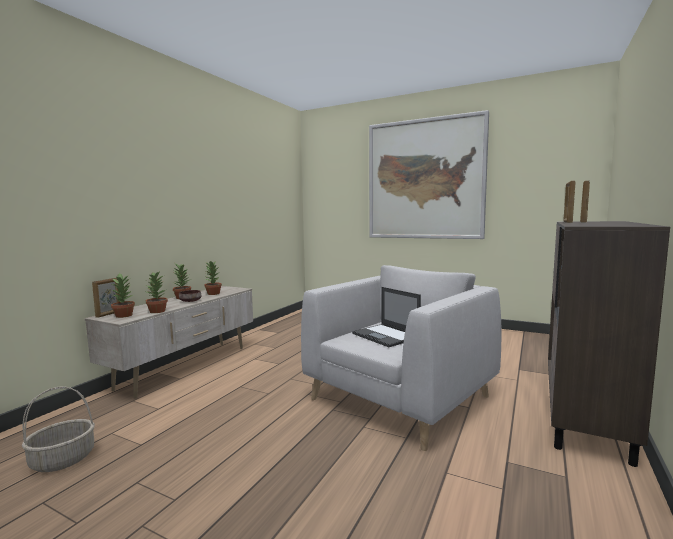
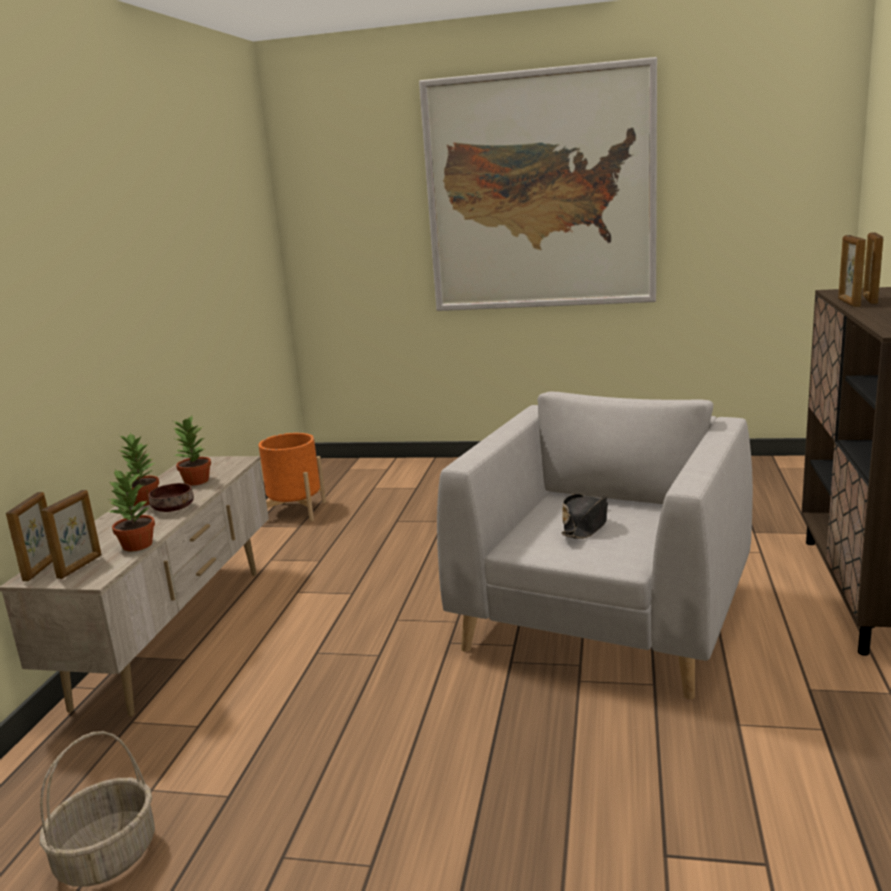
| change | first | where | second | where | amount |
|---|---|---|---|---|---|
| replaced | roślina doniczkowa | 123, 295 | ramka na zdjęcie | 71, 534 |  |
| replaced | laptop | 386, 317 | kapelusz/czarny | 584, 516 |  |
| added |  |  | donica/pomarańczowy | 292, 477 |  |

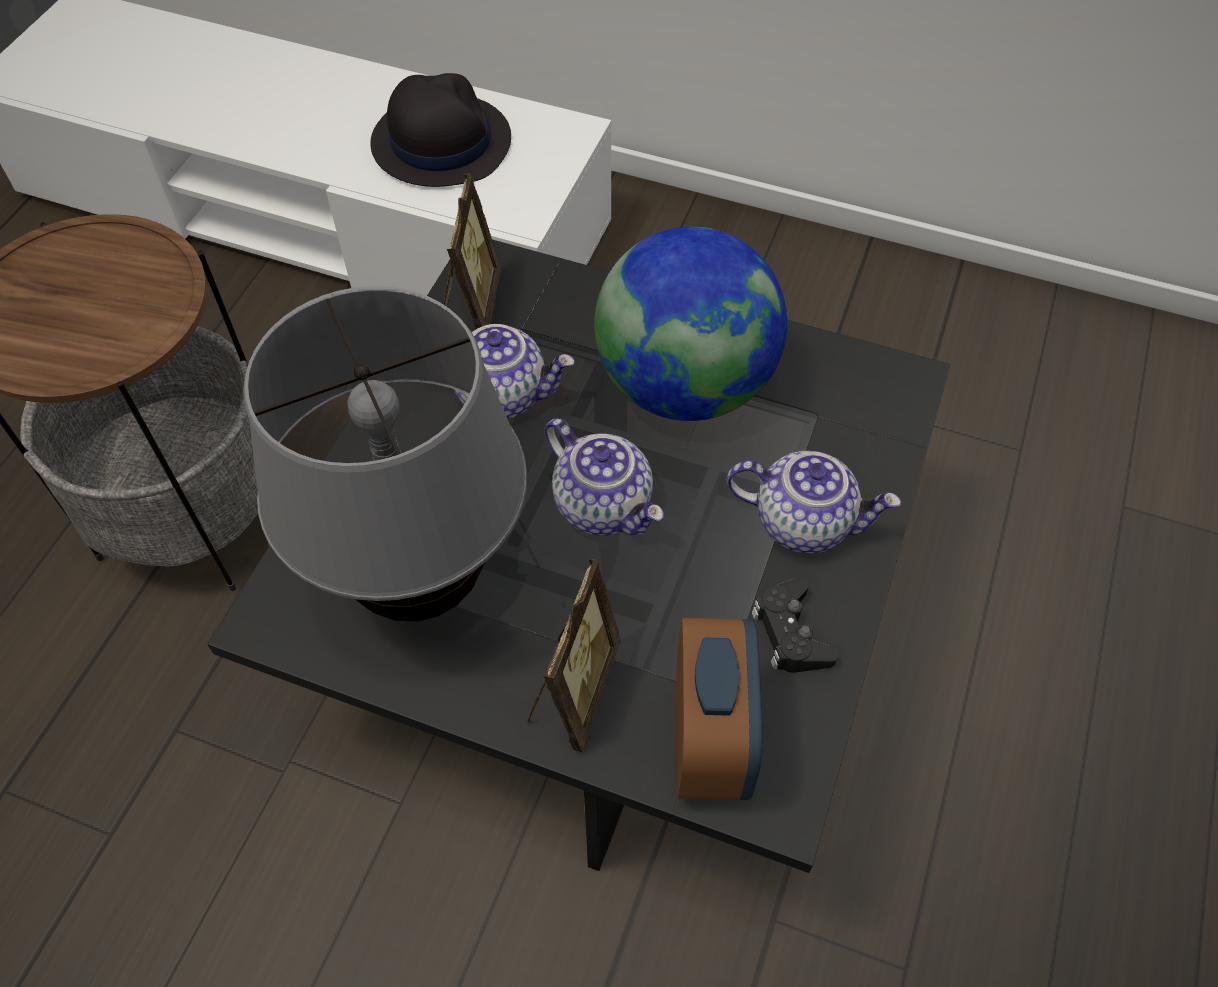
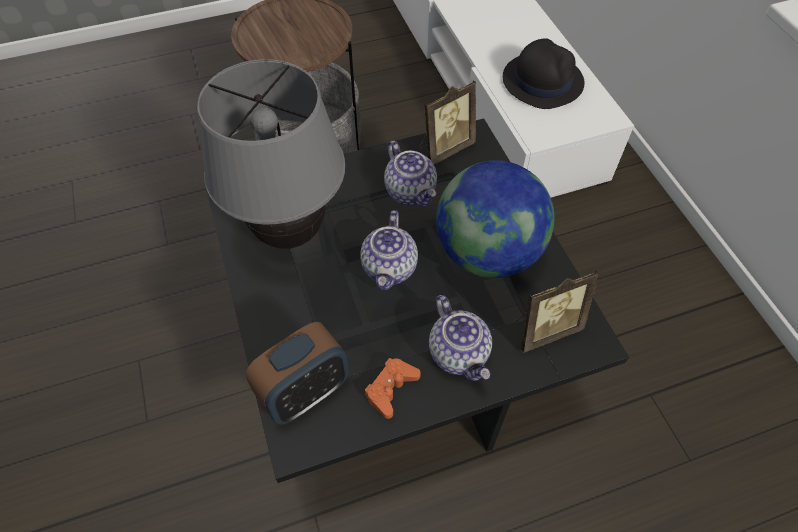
| change | first | where | second | where | amount |
|---|---|---|---|---|---|
| moved | ramka na zdjęcie | 574, 655 |  | 556, 311 |  |
| recoloured | pad do gier/czarny | 795, 625 | pad do gier/pomarańczowy | 393, 388 |  |

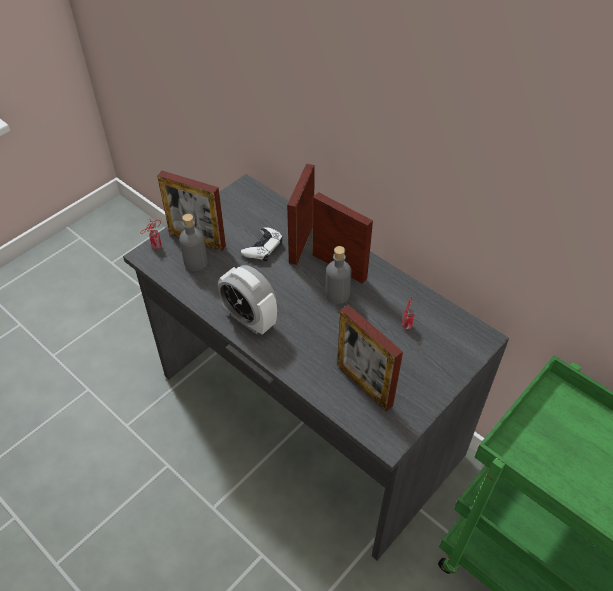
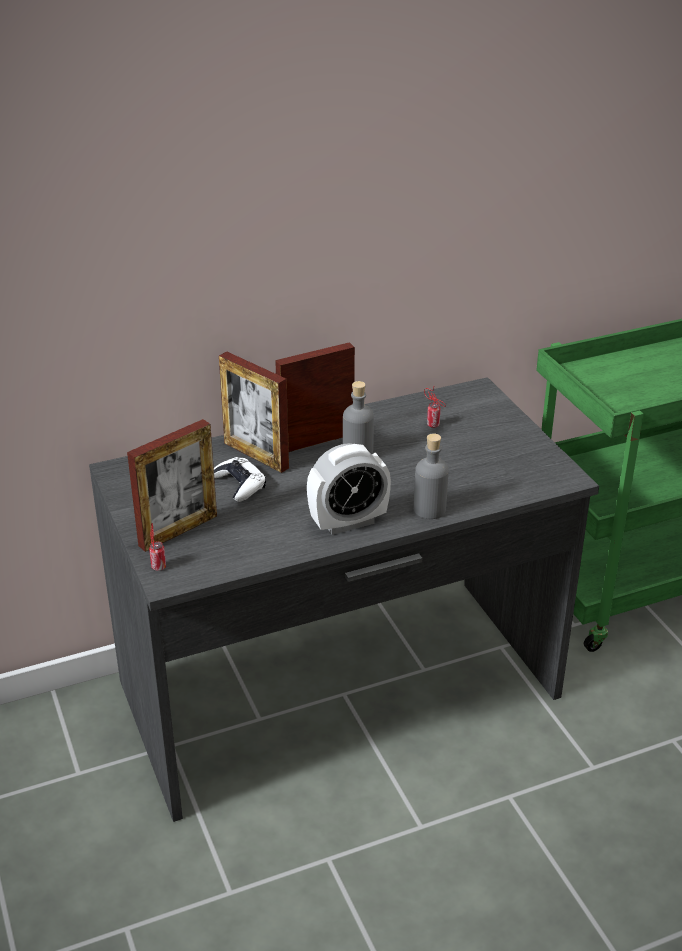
| change | first | where | second | where | amount |
|---|---|---|---|---|---|
| moved | butelka/szary | 193, 242 |  | 431, 476 |  |
| removed | ramka na zdjęcie | 370, 358 |  |  |  |

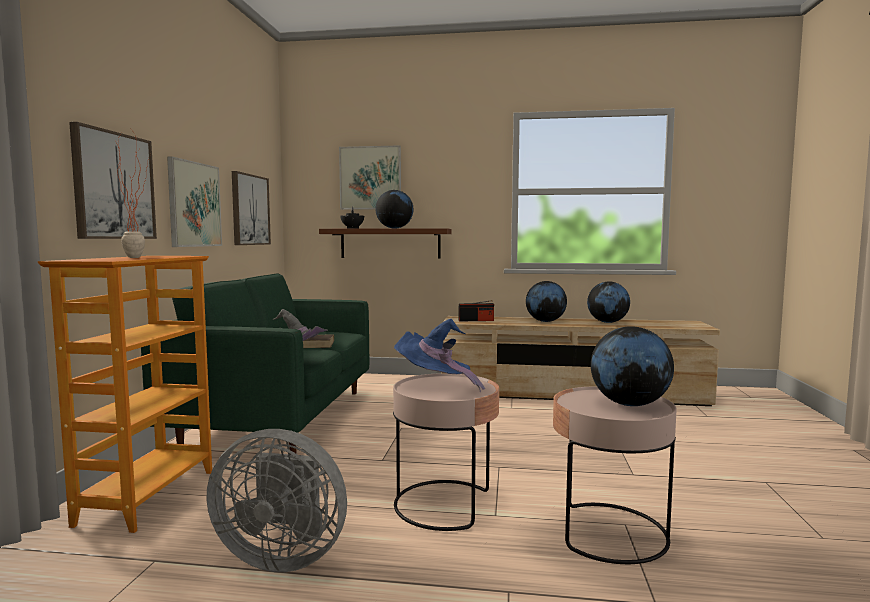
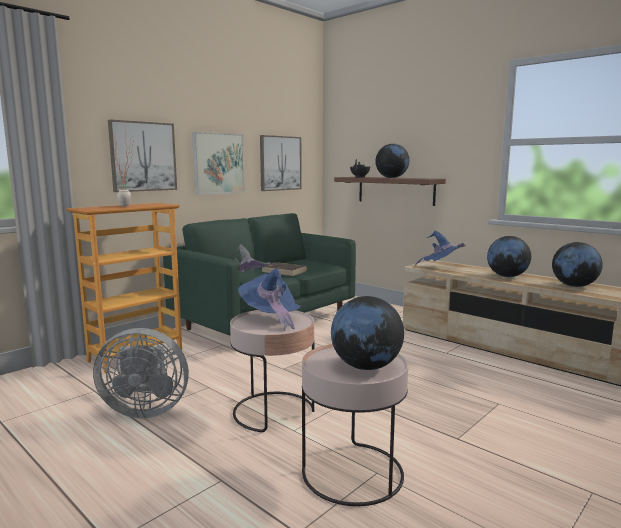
| change | first | where | second | where | amount |
|---|---|---|---|---|---|
| removed | obraz | 370, 177 |  |  |  |
| replaced | radio | 476, 311 | kapelusz/niebieski | 440, 247 |  |
| turned | wentylator/szary | 276, 500 |  | 141, 373 | 45 degrees counterclockwise |

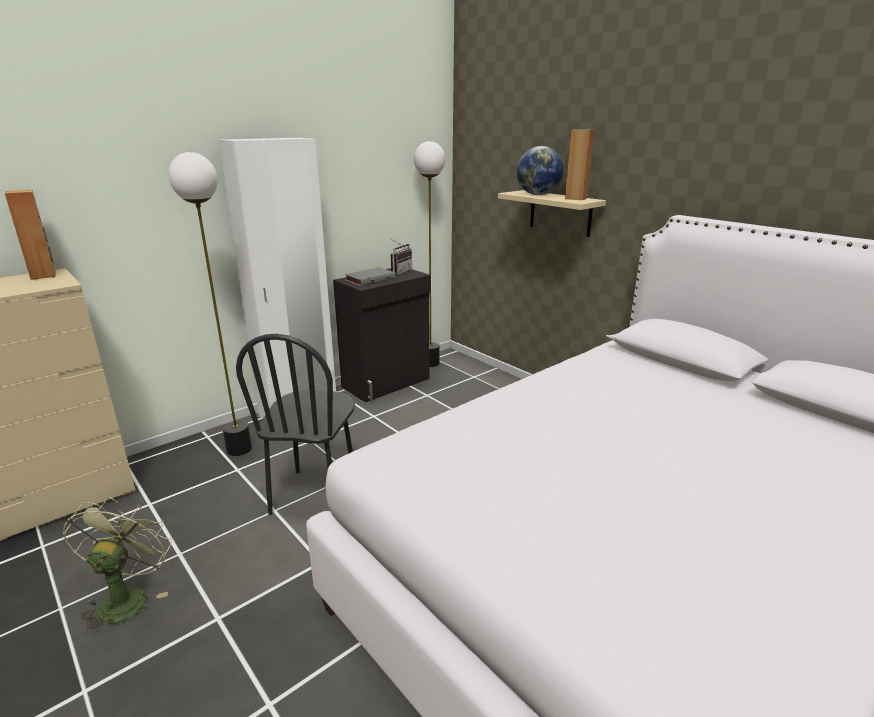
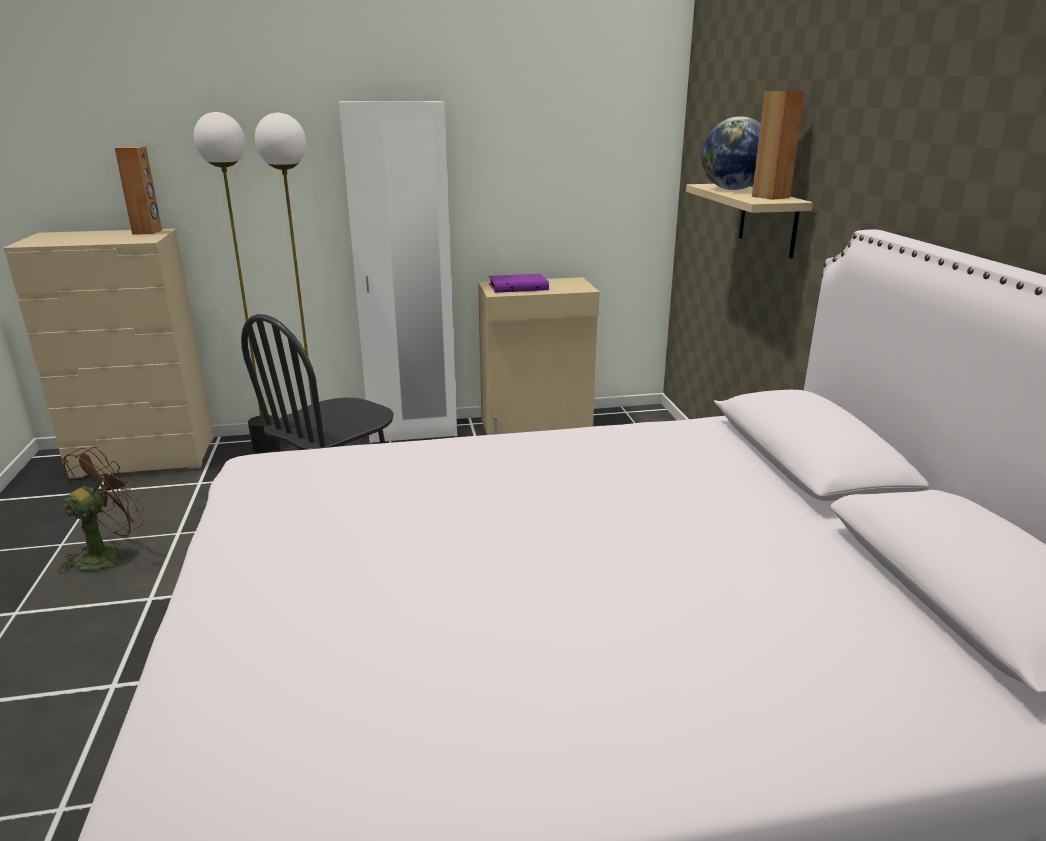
| change | first | where | second | where | amount |
|---|---|---|---|---|---|
| moved | lampa stojąca | 429, 254 |  | 234, 282 |  |
| removed | radio | 401, 257 |  |  |  |
| recoloured | książka/szary | 370, 276 | książka/fioletowy | 519, 283 |  |
| recoloured | szafka/czarny | 382, 335 | szafka/beżowy | 539, 356 |  |
| recoloured | wentylator/zielony | 117, 566 | wentylator/brązowy | 101, 510 |  |

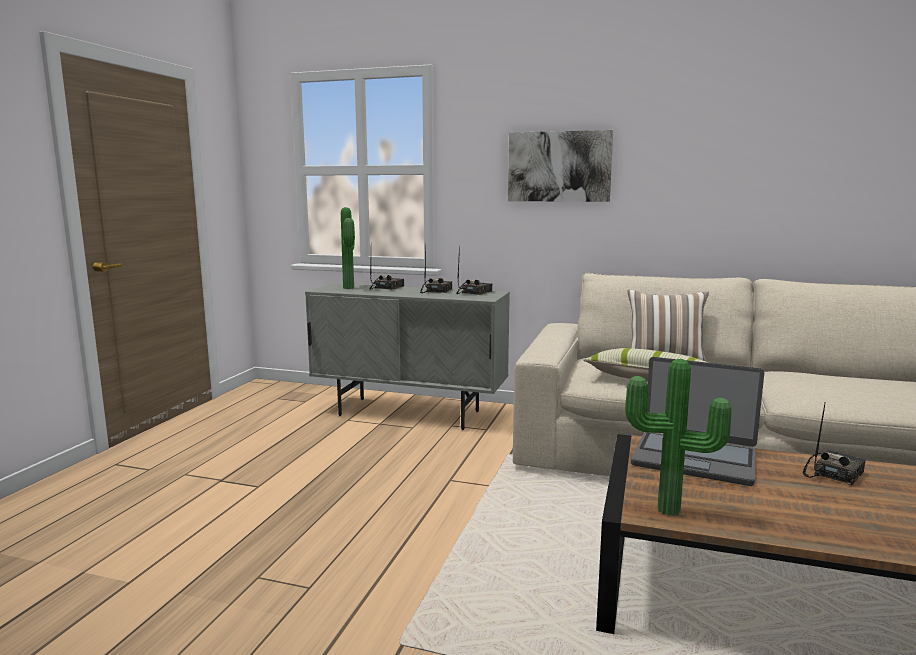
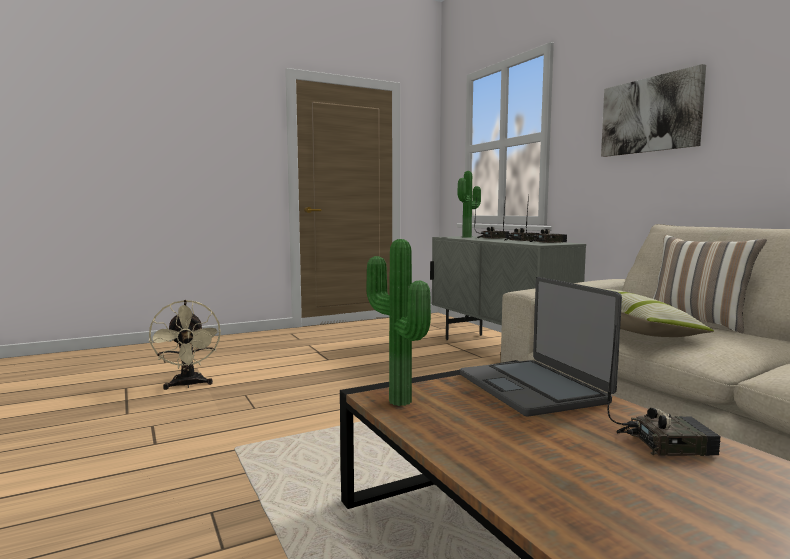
| change | first | where | second | where | amount |
|---|---|---|---|---|---|
| added |  |  | wentylator/beżowy | 185, 345 |  |

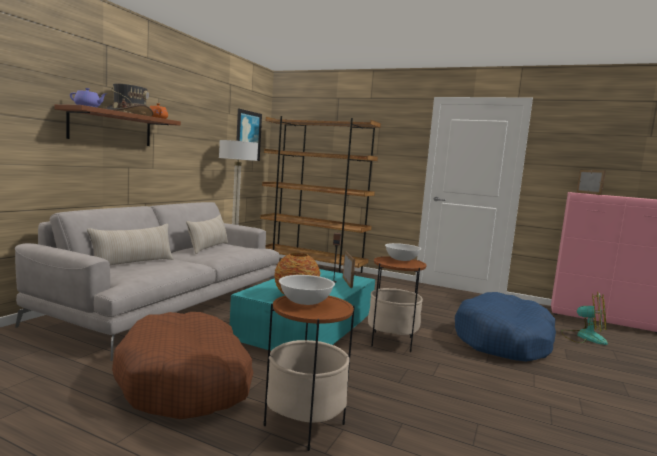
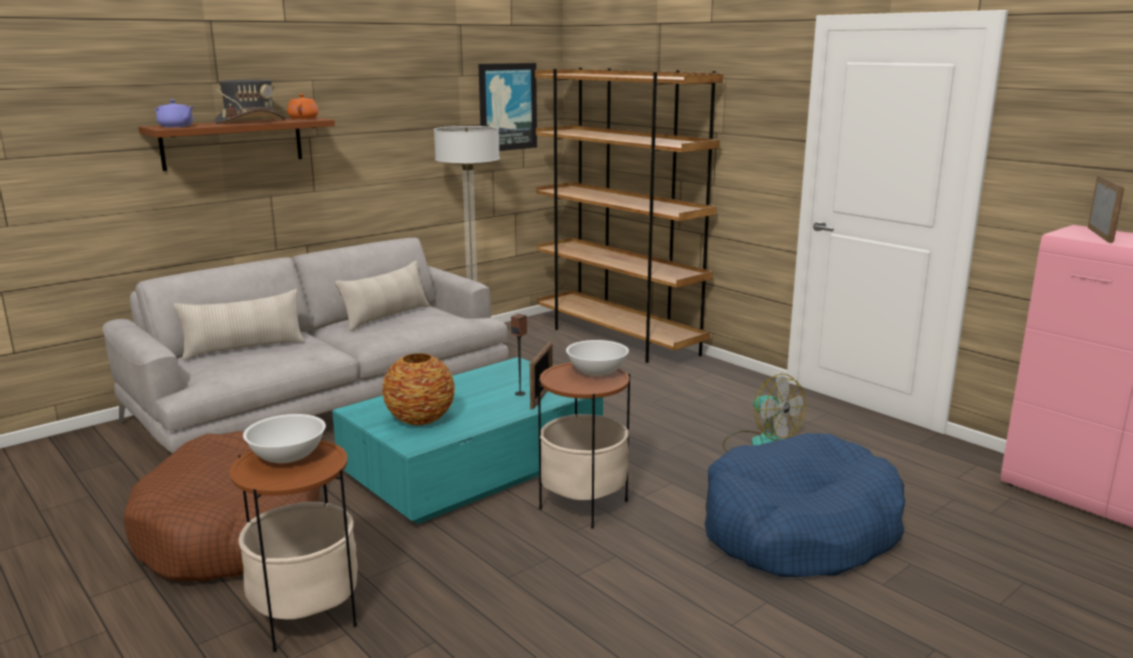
| change | first | where | second | where | amount |
|---|---|---|---|---|---|
| moved | wentylator | 584, 318 |  | 764, 413 |  |

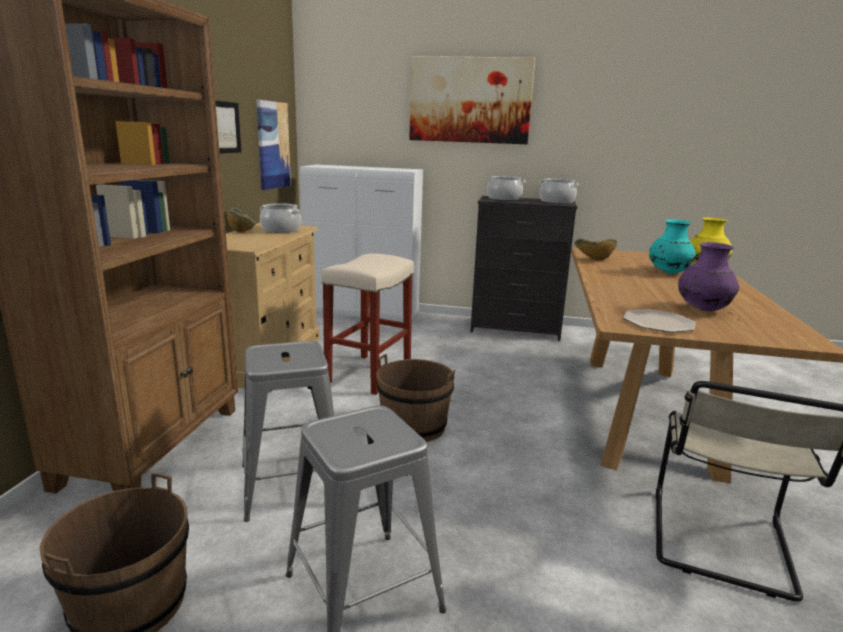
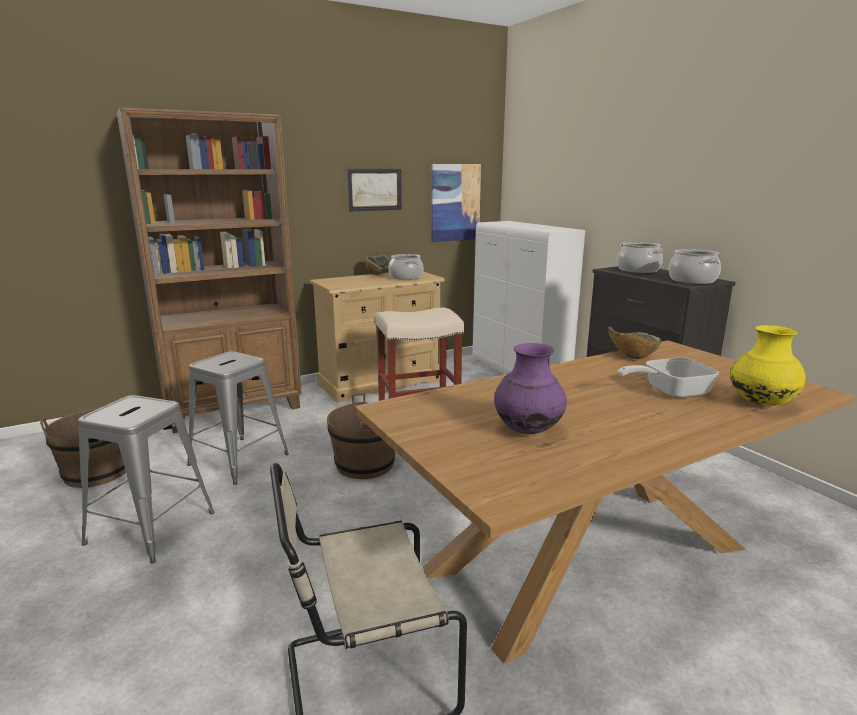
| change | first | where | second | where | amount |
|---|---|---|---|---|---|
| removed | obraz | 472, 100 |  |  |  |
| replaced | wazon/turkusowy | 672, 246 | patelnia | 668, 378 |  |
| removed | talerz | 659, 321 |  |  |  |

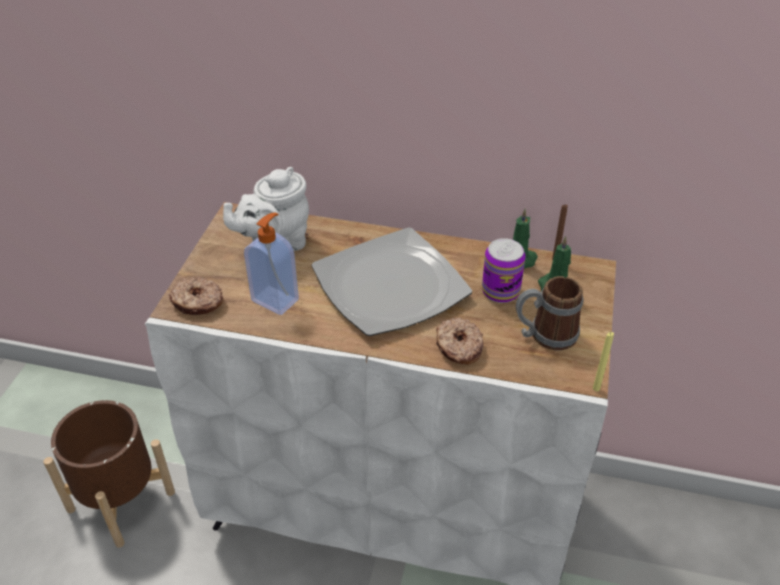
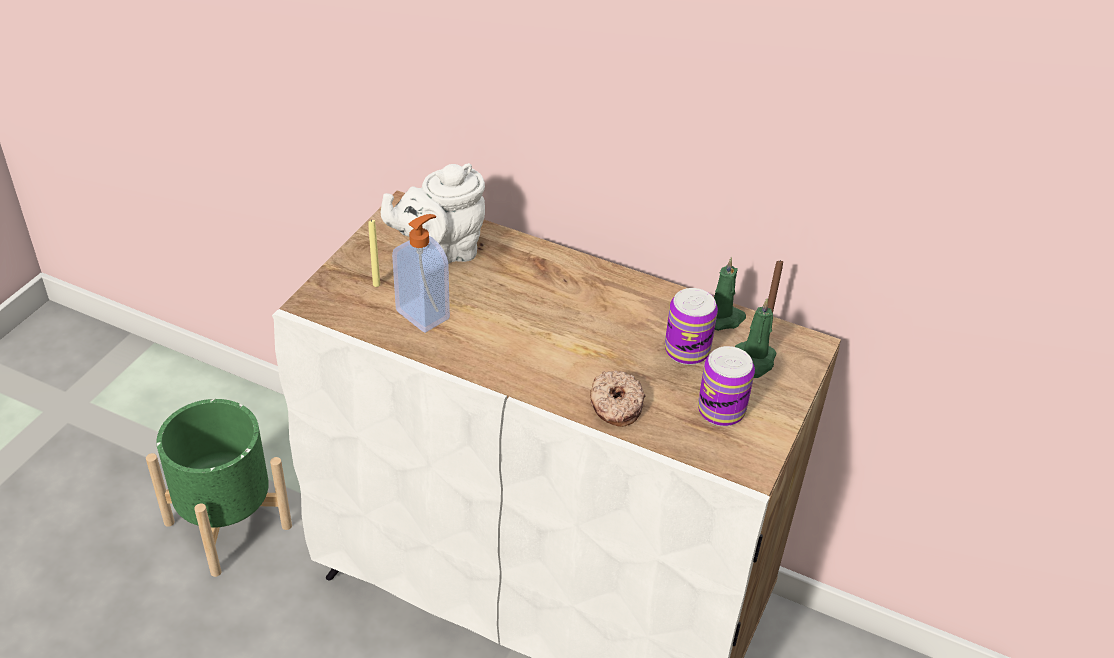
| change | first | where | second | where | amount |
|---|---|---|---|---|---|
| removed | talerz | 392, 281 |  |  |  |
| replaced | kubek | 549, 313 | puszka | 726, 386 |  |
| removed | donut | 196, 296 |  |  |  |
| moved | świeca/żółty | 603, 361 |  | 374, 253 |  |
| recoloured | donica/brązowy | 109, 474 | donica/zielony | 219, 488 |  |

